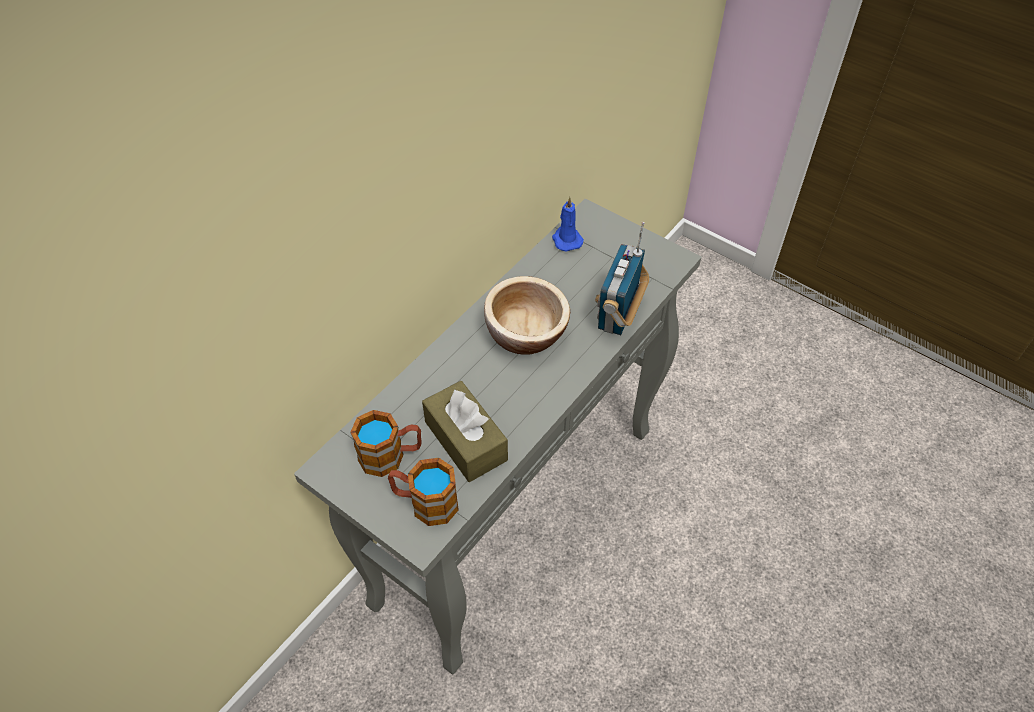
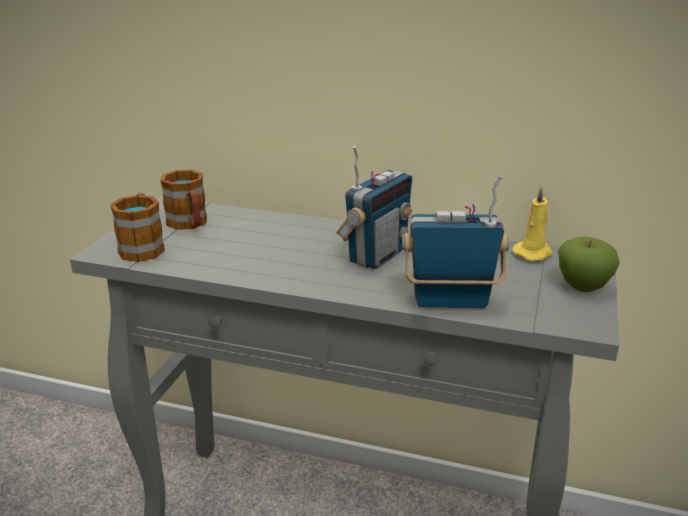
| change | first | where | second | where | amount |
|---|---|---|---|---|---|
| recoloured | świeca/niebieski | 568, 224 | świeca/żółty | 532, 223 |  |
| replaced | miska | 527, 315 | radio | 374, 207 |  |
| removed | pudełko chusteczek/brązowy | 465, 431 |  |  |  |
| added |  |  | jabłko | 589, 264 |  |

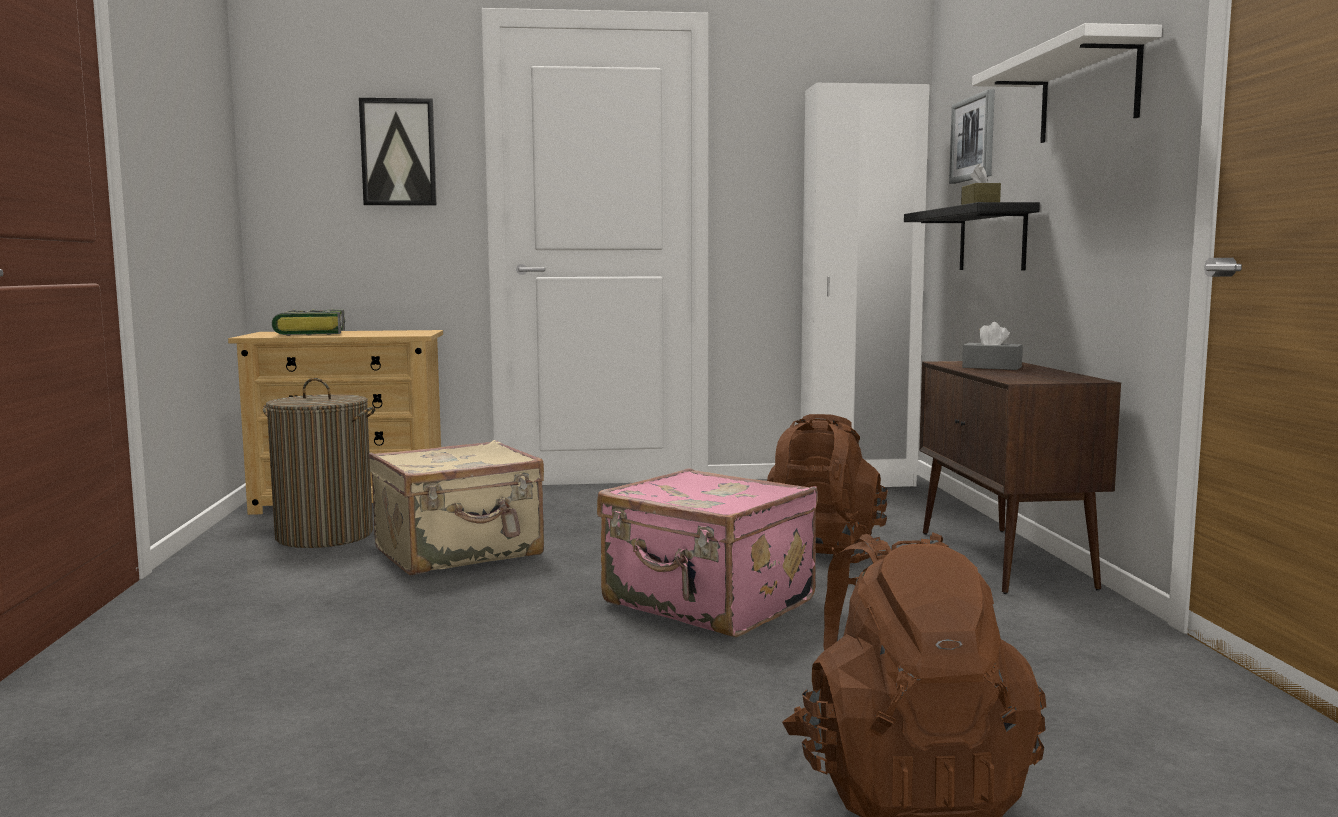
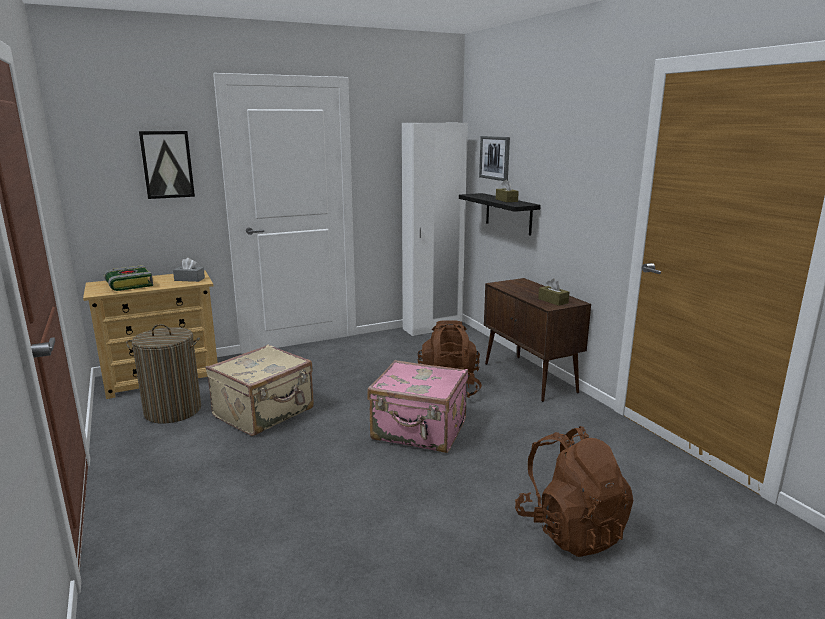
| change | first | where | second | where | amount |
|---|---|---|---|---|---|
| removed | półka/biały | 1067, 83 |  |  |  |
| moved | pudełko chusteczek/szary | 992, 346 |  | 189, 270 |  |
| added |  |  | pudełko chusteczek/brązowy | 553, 292 |  |

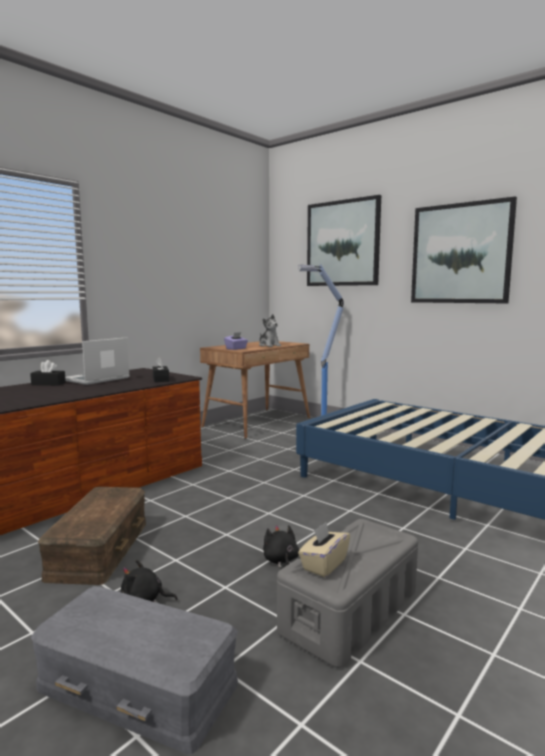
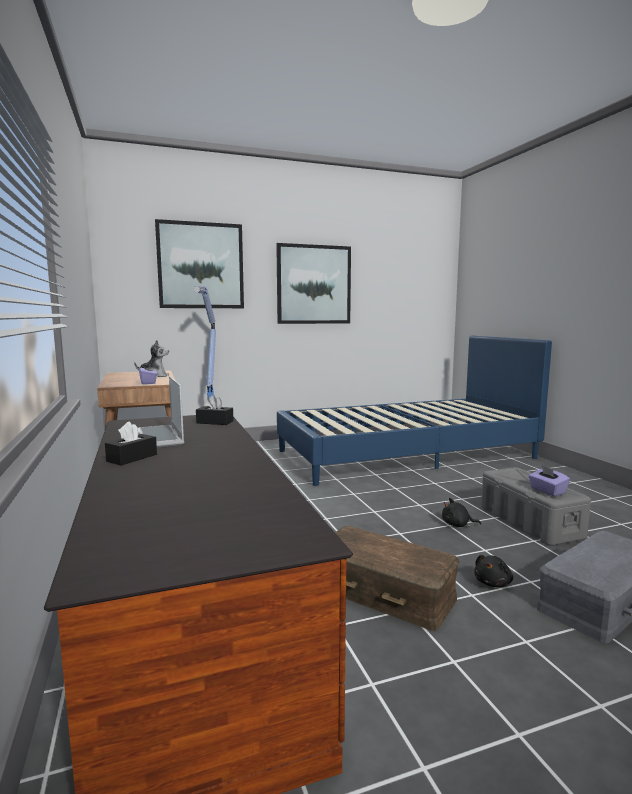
| change | first | where | second | where | amount |
|---|---|---|---|---|---|
| recoloured | pudełko chusteczek/beżowy | 324, 549 | pudełko chusteczek/fioletowy | 549, 480 |  |

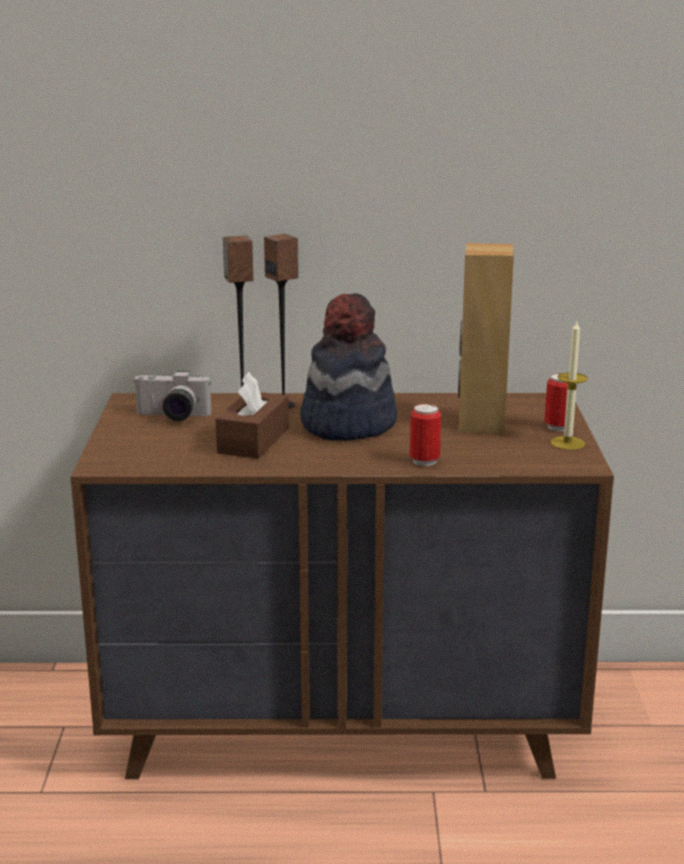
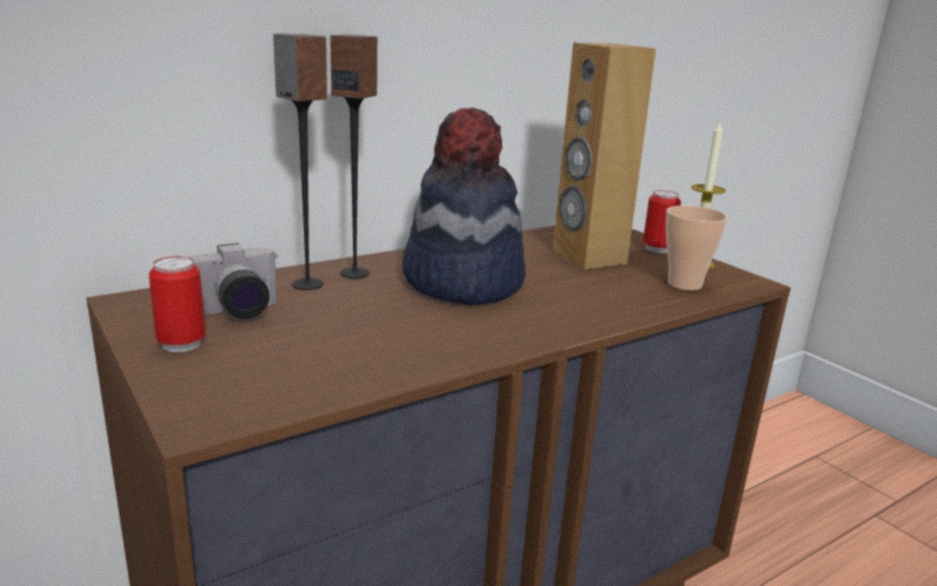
| change | first | where | second | where | amount |
|---|---|---|---|---|---|
| removed | pudełko chusteczek/brązowy | 252, 415 |  |  |  |
| moved | puszka | 425, 435 |  | 177, 304 |  |
| added |  |  | filiżanka | 697, 248 |  |

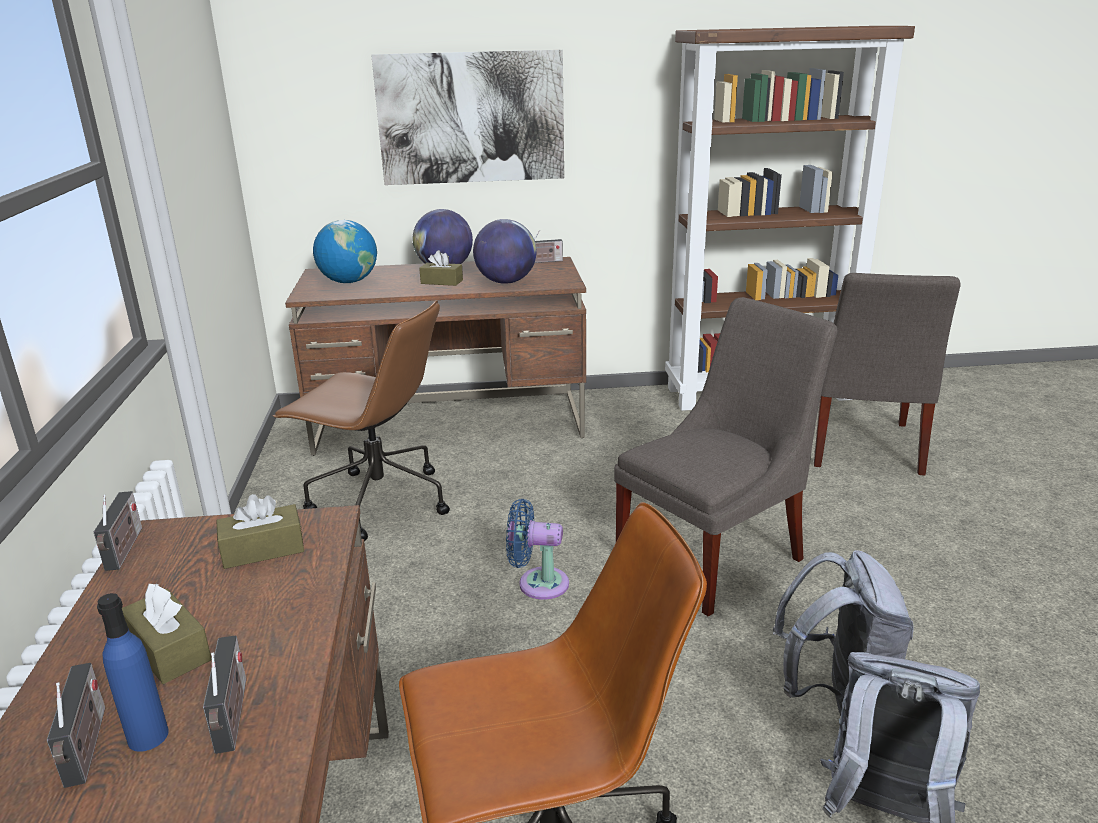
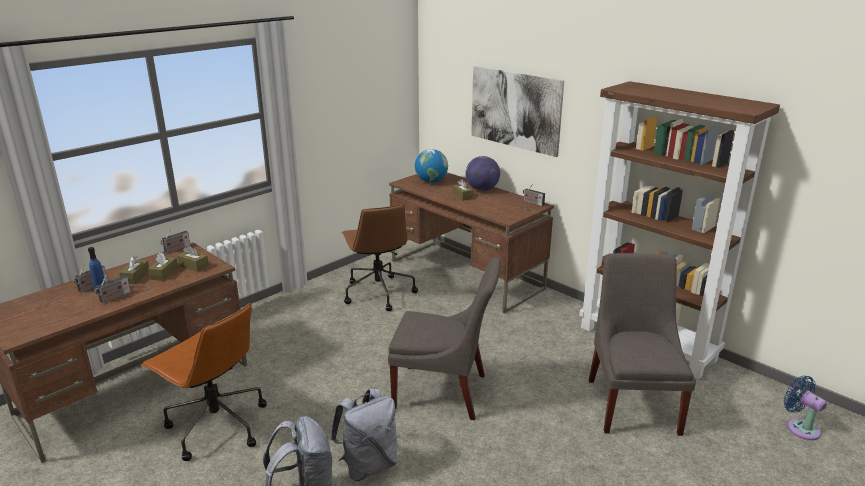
| change | first | where | second | where | amount |
|---|---|---|---|---|---|
| removed | globus | 505, 251 |  |  |  |
| turned | krzesło/szary | 887, 374 |  | 642, 344 | 120 degrees clockwise |
| moved | wentylator/niebieski | 537, 549 |  | 805, 407 |  |
| added |  |  | pudełko chusteczek/brązowy | 163, 266 |  |

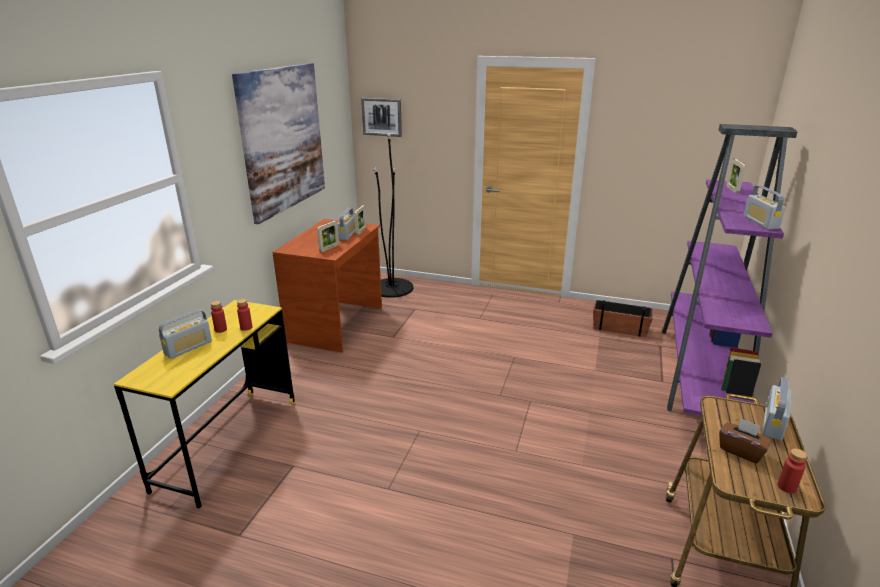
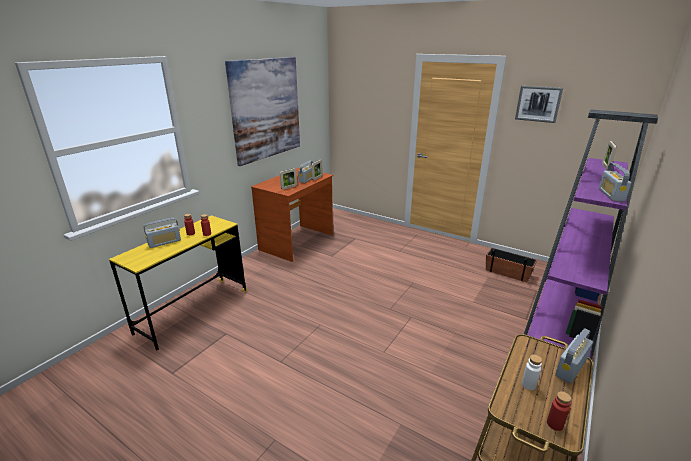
| change | first | where | second | where | amount |
|---|---|---|---|---|---|
| moved | obraz | 381, 117 |  | 539, 104 |  |
| removed | lampa stojąca/czarny | 393, 216 |  |  |  |
| replaced | pudełko chusteczek/brązowy | 745, 440 | butelka/biały | 532, 372 |  |

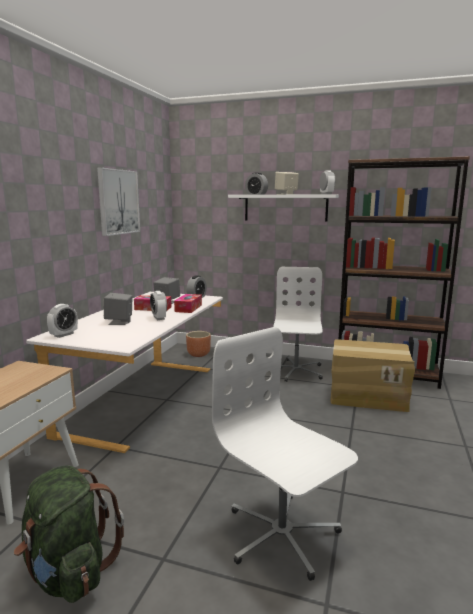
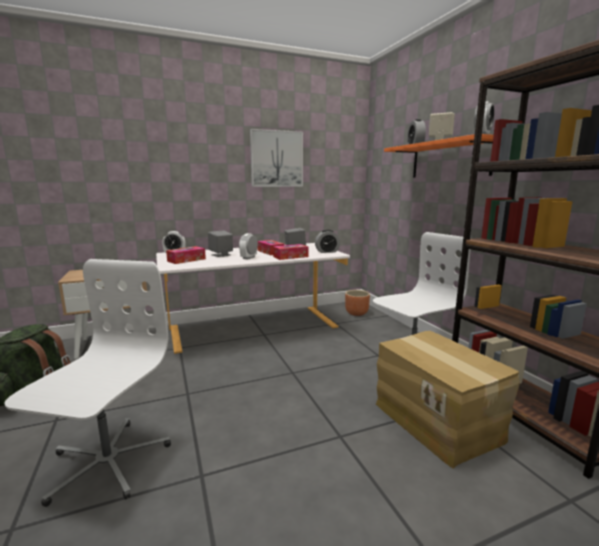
| change | first | where | second | where | amount |
|---|---|---|---|---|---|
| recoloured | półka/biały | 283, 208 | półka/pomarańczowy | 439, 156 |  |
| added |  |  | pudełko chusteczek | 186, 255 |  |

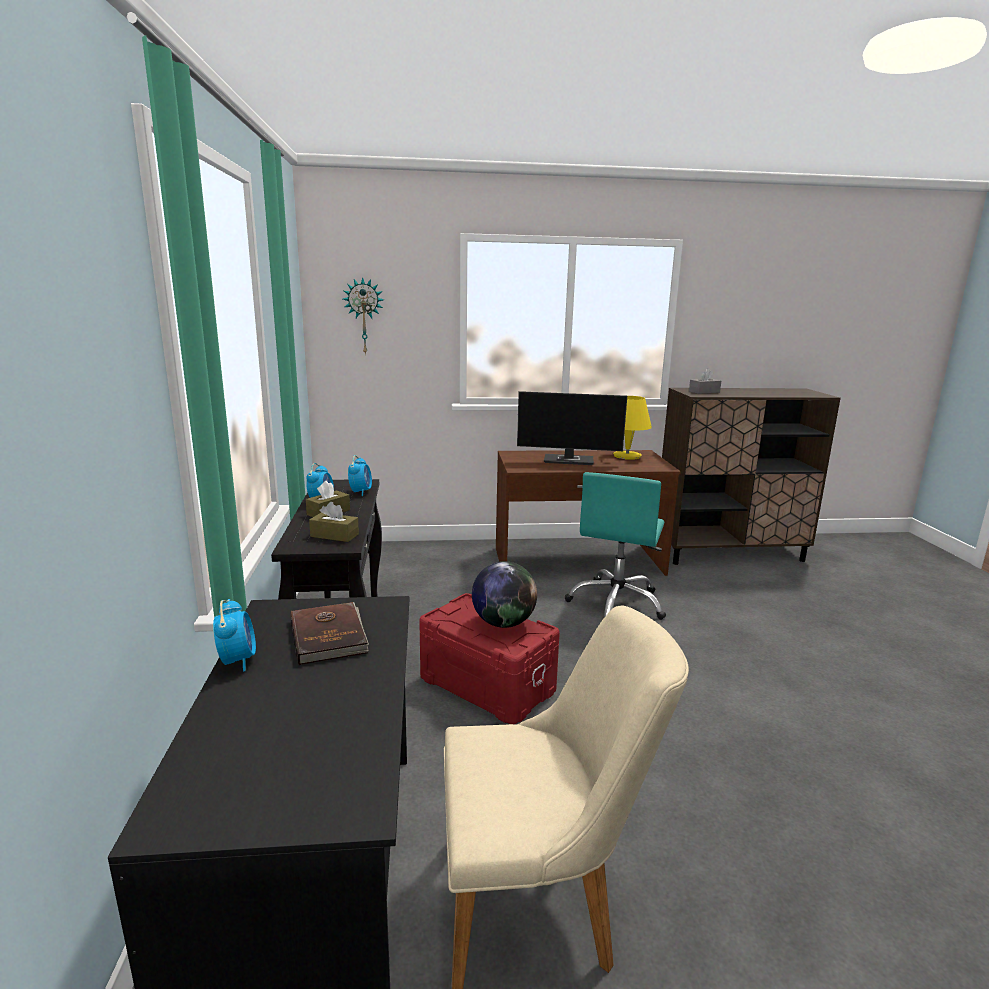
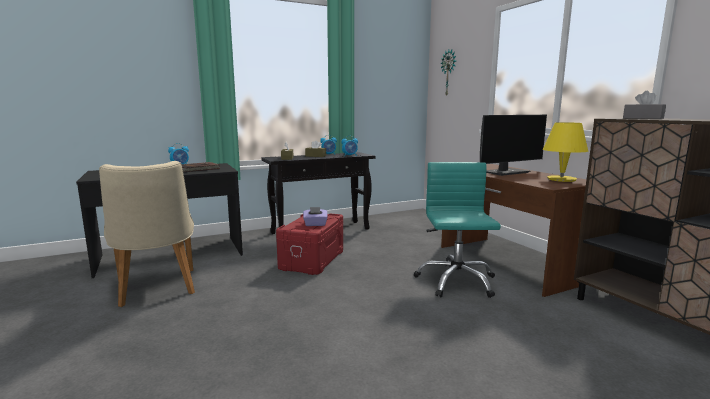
| change | first | where | second | where | amount |
|---|---|---|---|---|---|
| turned | monitor | 572, 428 |  | 513, 145 | 105 degrees counterclockwise |
| turned | krzesło biurowe/turkusowy | 615, 546 |  | 457, 230 | 90 degrees clockwise |
| replaced | globus | 504, 594 | pudełko chusteczek/fioletowy | 315, 216 |  |

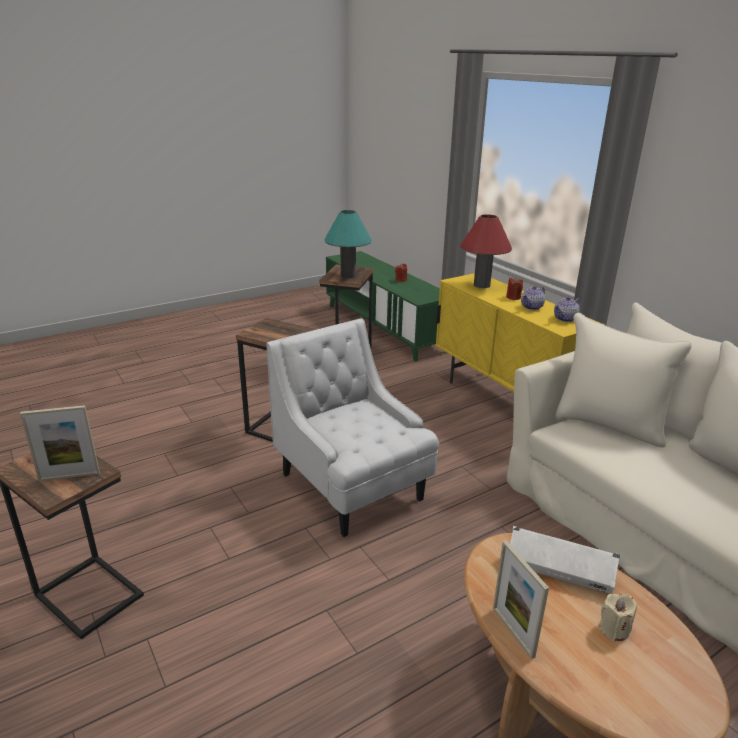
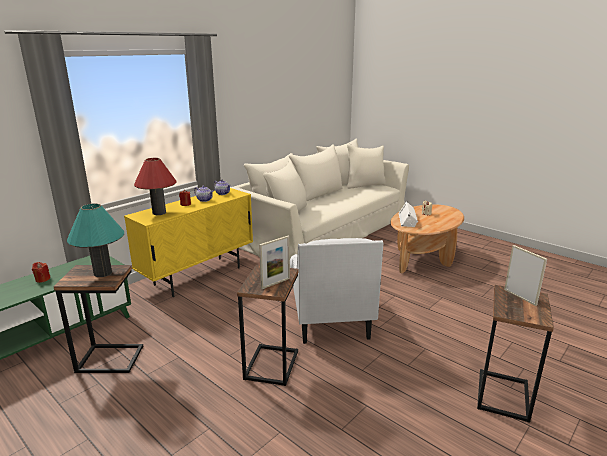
| change | first | where | second | where | amount |
|---|---|---|---|---|---|
| turned | fotel/biały | 352, 427 |  | 336, 291 | 45 degrees counterclockwise |
| moved | ramka na zdjęcie | 521, 599 |  | 274, 262 |  |

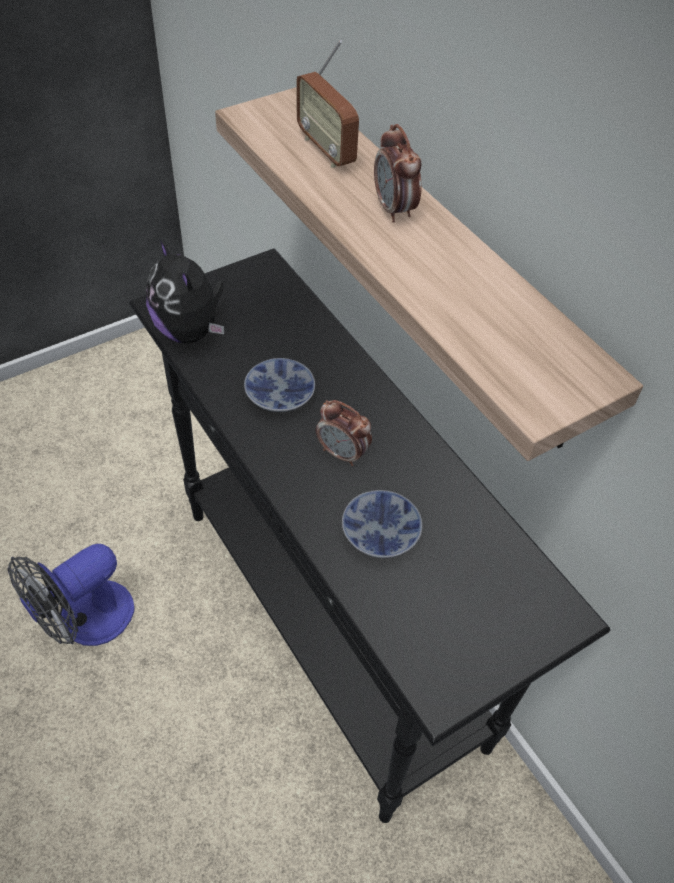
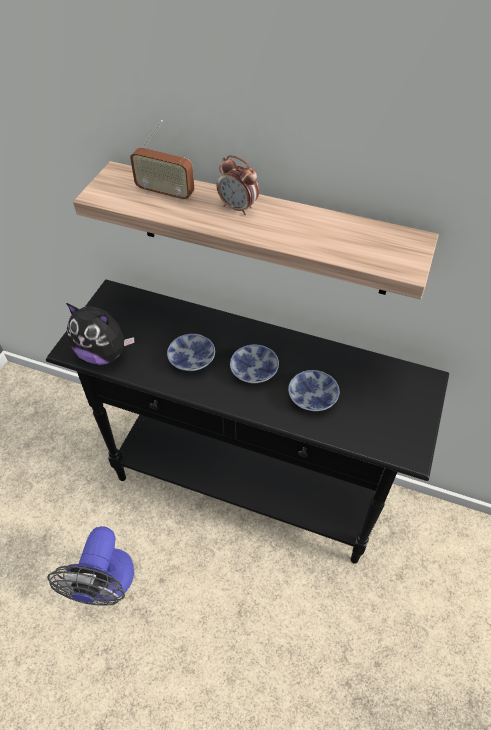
| change | first | where | second | where | amount |
|---|---|---|---|---|---|
| replaced | budzik | 344, 433 | miska | 254, 363 |  |

